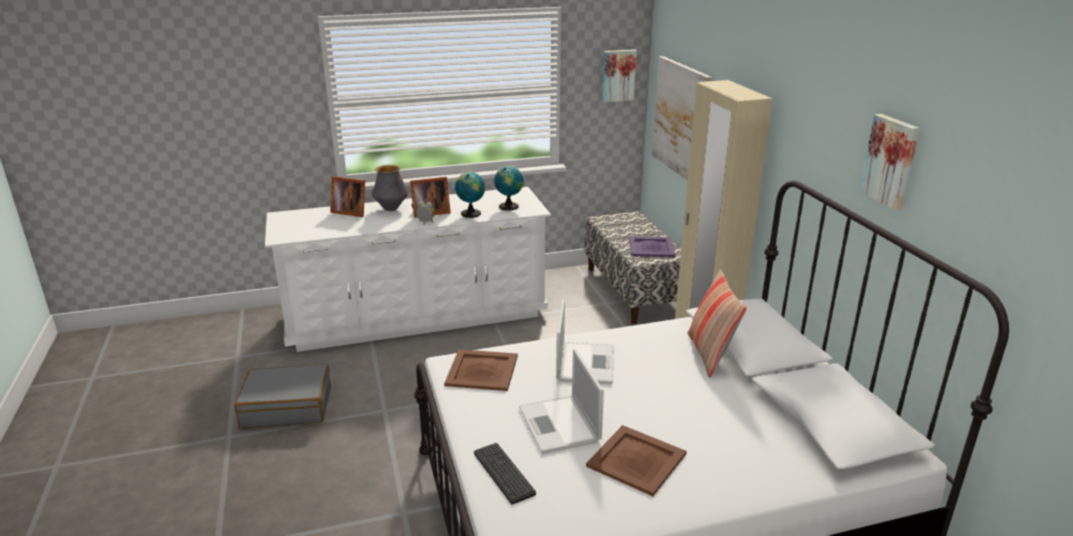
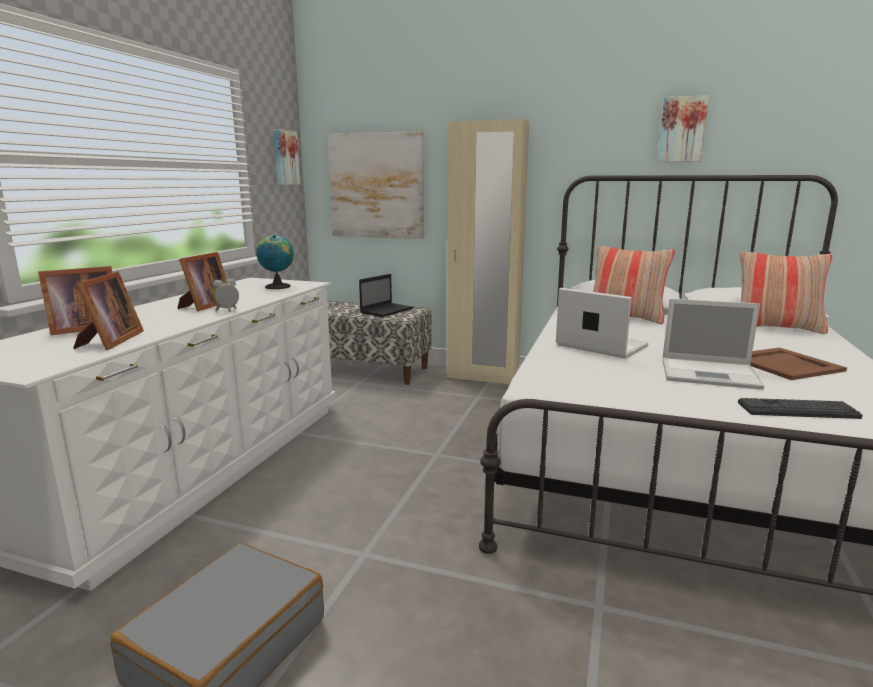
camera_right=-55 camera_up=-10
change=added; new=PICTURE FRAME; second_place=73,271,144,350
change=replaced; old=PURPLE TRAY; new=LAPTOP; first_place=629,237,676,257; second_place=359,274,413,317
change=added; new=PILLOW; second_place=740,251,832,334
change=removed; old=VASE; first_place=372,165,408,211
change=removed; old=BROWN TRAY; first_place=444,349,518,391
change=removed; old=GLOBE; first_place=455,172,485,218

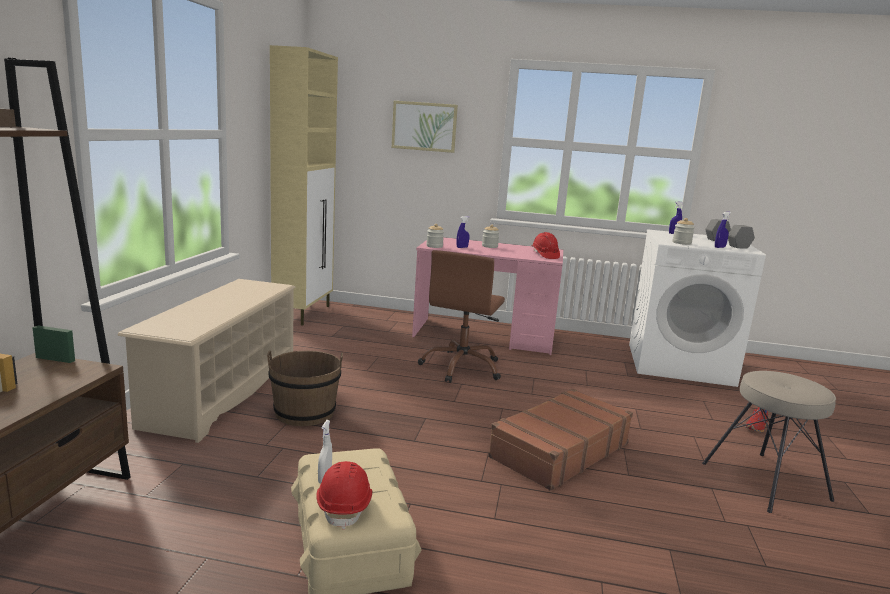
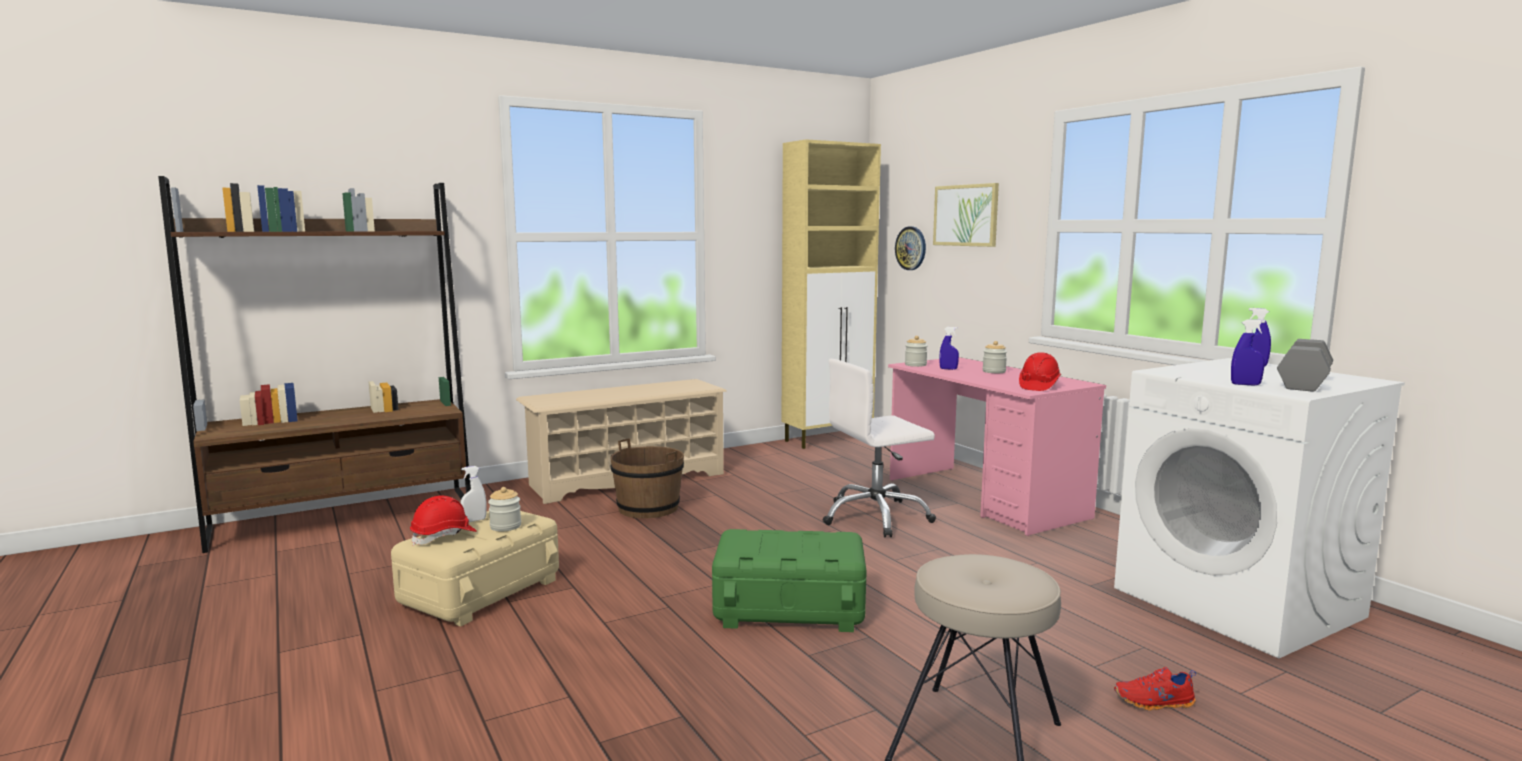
camera_right=50 camera_up=-5
change=moved; old=JAR; first_place=673,218,695,245; second_place=488,487,521,531
change=replaced; old=BROWN SUITCASE; new=GREEN STORAGE BOX; first_place=488,388,633,491; second_place=712,529,867,632
change=recoloured; old=BROWN OFFICE CHAIR; new=WHITE OFFICE CHAIR; first_place=418,250,505,383; second_place=823,359,936,537
change=added; new=WALL CLOCK; second_place=895,227,926,270

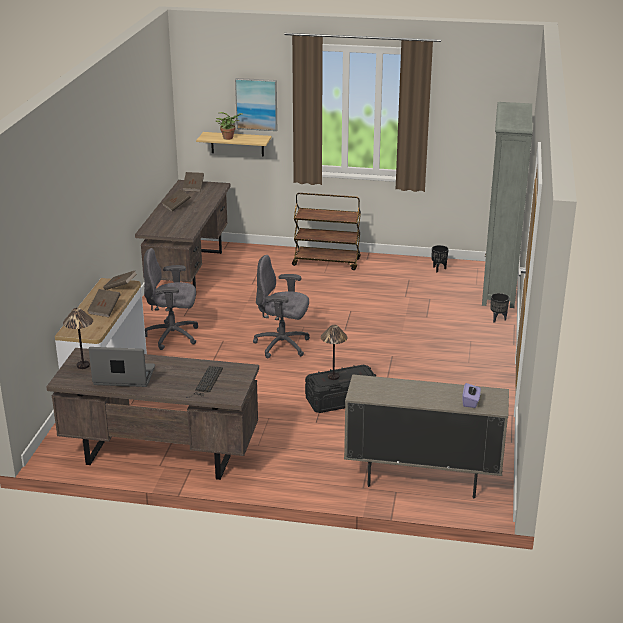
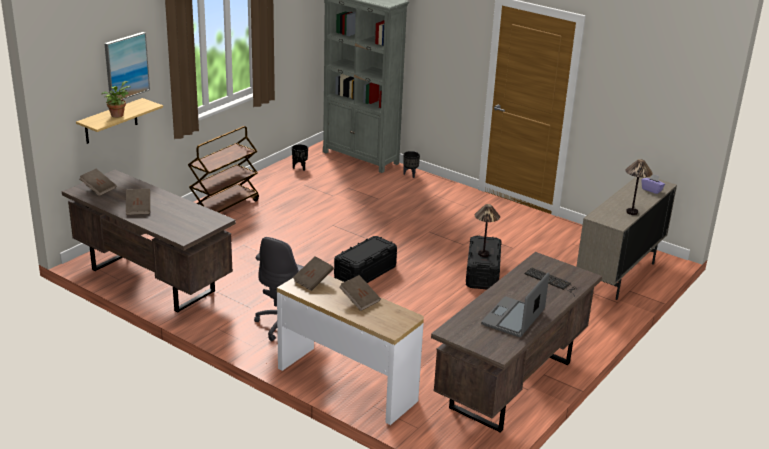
camera_right=-65 camera_up=0
change=replaced; old=GREY OFFICE CHAIR; new=BLACK STORAGE BOX; first_place=253,255,310,359; second_place=334,236,397,283
change=moved; old=TABLE LAMP; first_place=63,308,93,369; second_place=626,159,653,215

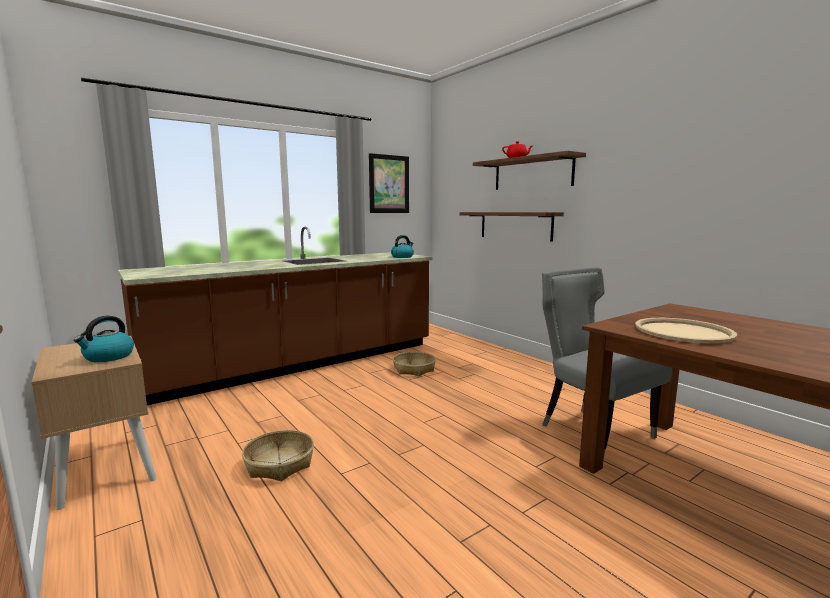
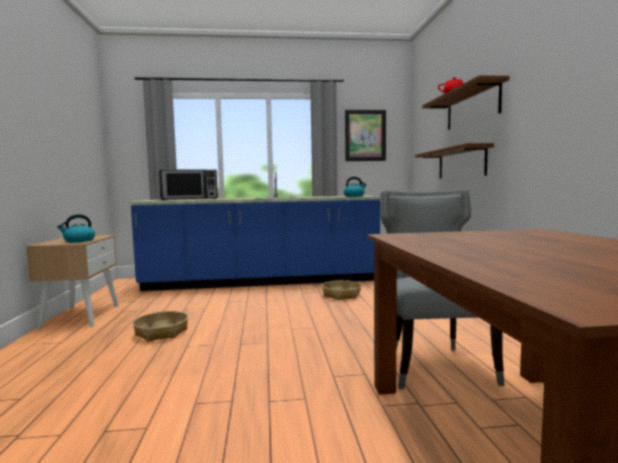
camera_right=30 camera_up=-5
change=recoloured; old=BROWN COUNTER; new=BLUE COUNTER; first_place=118,227,433,405; second_place=128,171,381,291
change=added; new=MICROWAVE; second_place=159,169,218,200
change=removed; old=BEIGE TRAY; first_place=635,318,737,343

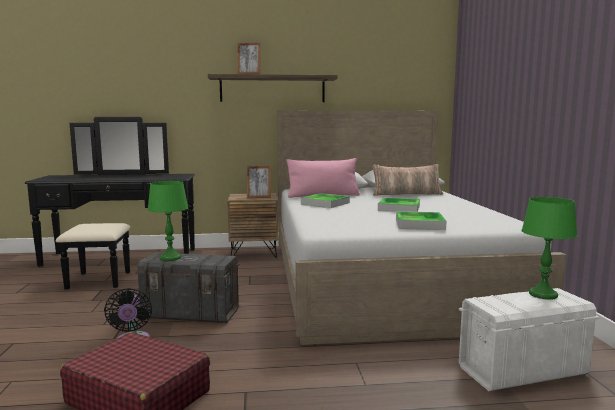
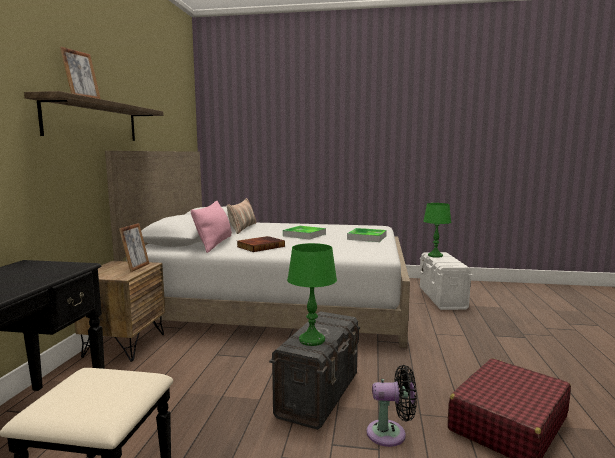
camera_right=-75 camera_up=0
change=replaced; old=TRAY; new=BOOK; first_place=301,193,350,208; second_place=237,236,285,252

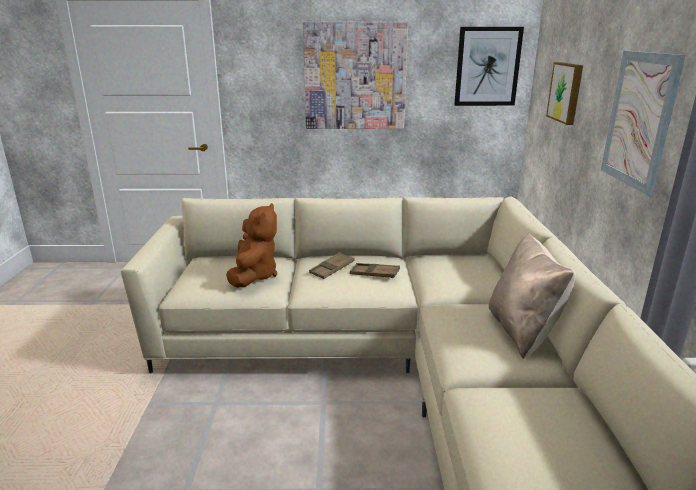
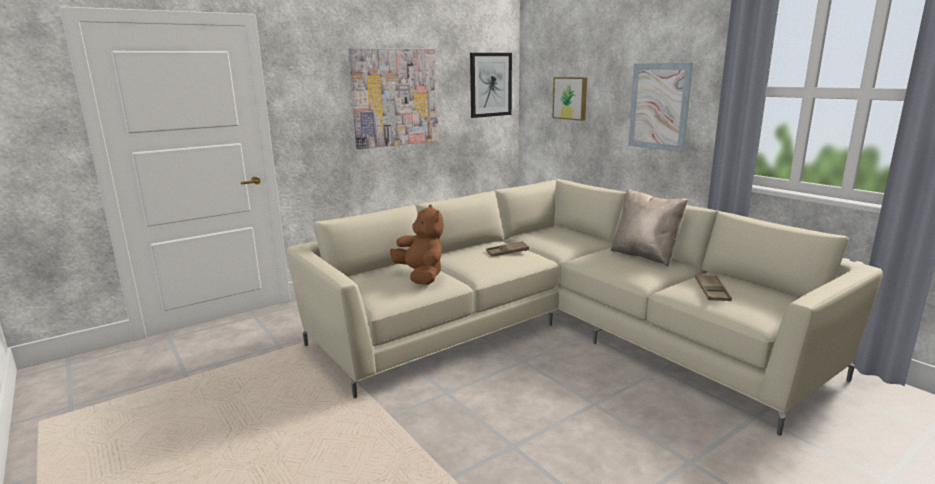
camera_right=-35 camera_up=-5
change=moved; old=BROWN TRAY; first_place=309,252,355,279; second_place=695,274,732,301

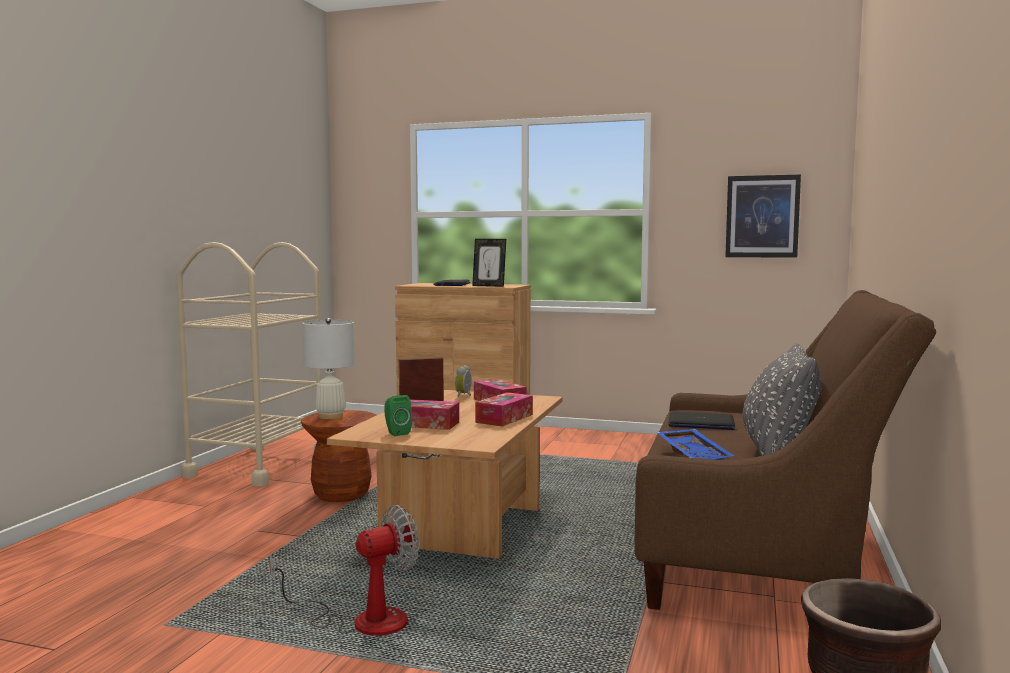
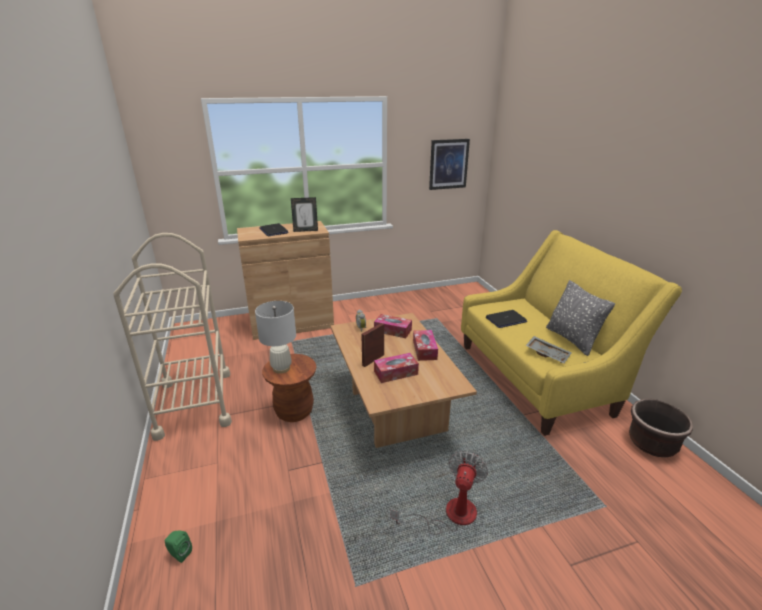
camera_right=-35 camera_up=20
change=moved; old=GREEN SPEAKER; first_place=384,395,412,436; second_place=165,530,192,563
change=recoloured; old=BROWN SOFA; new=YELLOW SOFA; first_place=634,290,936,610; second_place=461,230,682,436
change=recoloured; old=BLUE TRAY; new=GREY TRAY; first_place=657,429,735,460; second_place=525,336,572,363

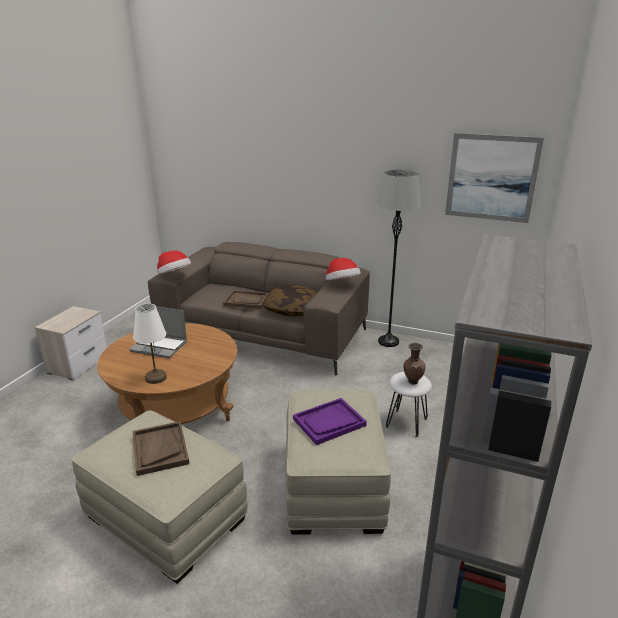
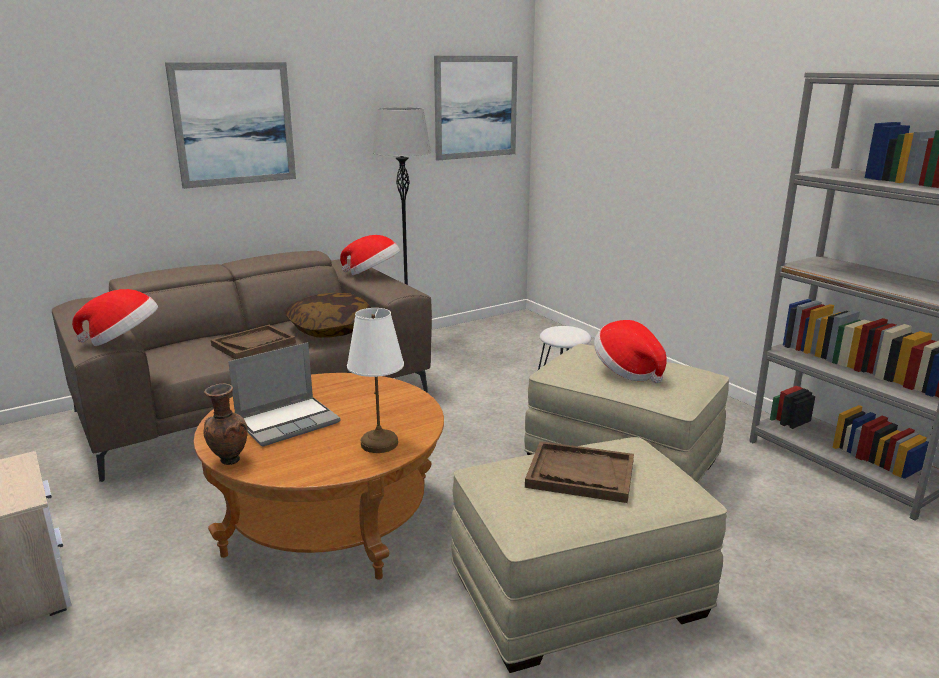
camera_right=-55 camera_up=-5
change=added; new=PICTURE; second_place=165,62,296,189
change=moved; old=BROWN VASE; first_place=403,343,425,385; second_place=203,384,248,465
change=replaced; old=PURPLE TRAY; new=HAT; first_place=293,398,367,445; second_place=594,320,667,383

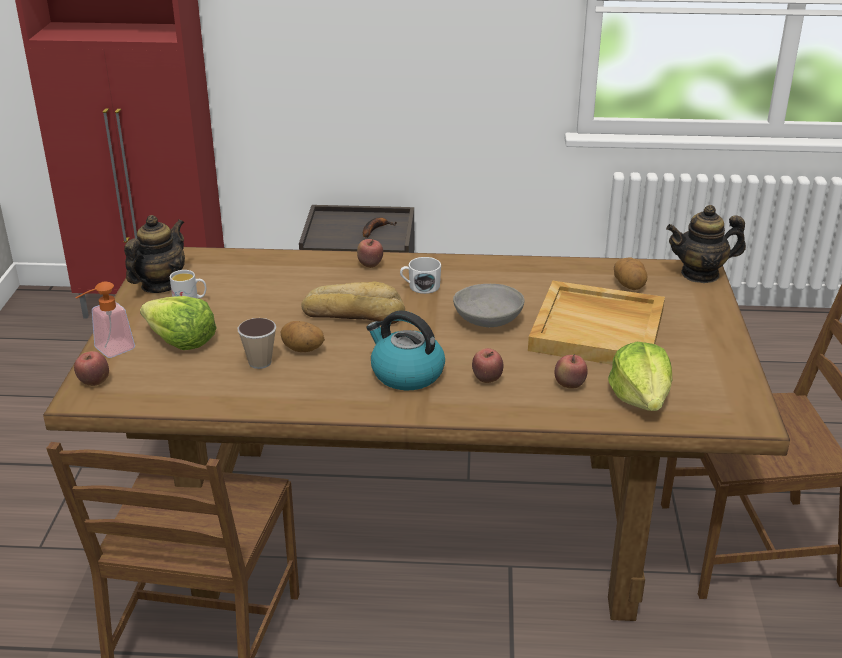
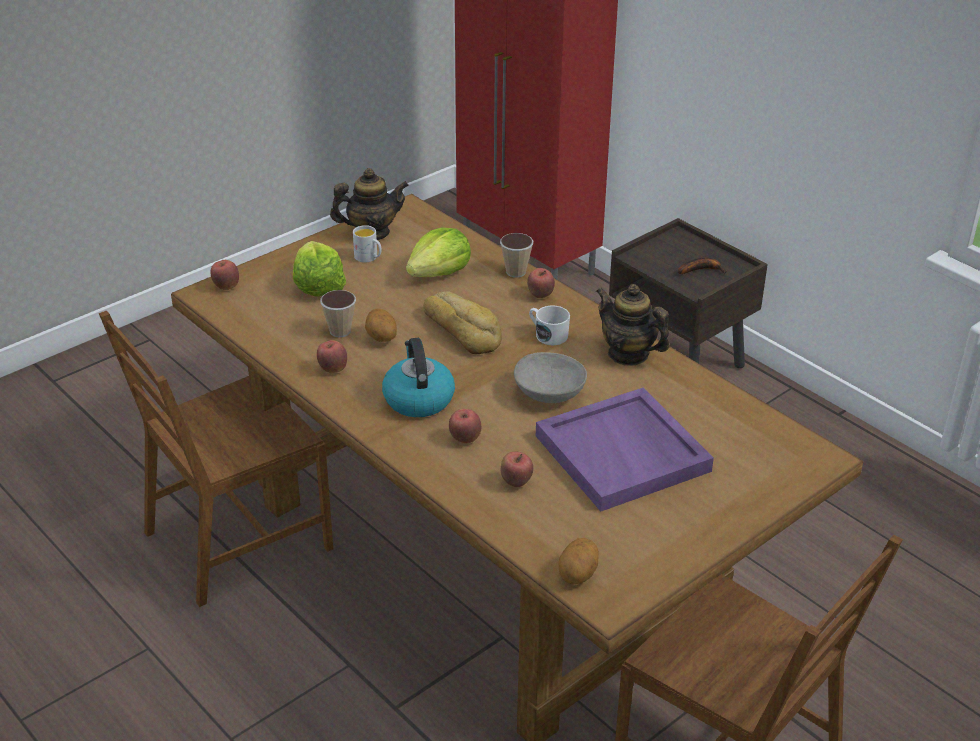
camera_right=45 camera_up=5
change=added; new=APPLE; second_place=317,340,347,373
change=moved; old=LETTUCE; first_place=608,342,672,411; second_place=406,227,471,277
change=added; new=CUP; second_place=500,233,533,278
change=recoloured; old=BEIGE TRAY; new=PURPLE TRAY; first_place=528,281,665,365; second_place=536,388,714,511
change=moved; old=POTATO; first_place=614,257,647,290; second_place=559,538,599,584
change=moved; old=TEAPOT; first_place=666,205,746,283; second_place=596,284,670,366
change=removed; old=SOAP DISPENSER; first_place=75,282,135,358

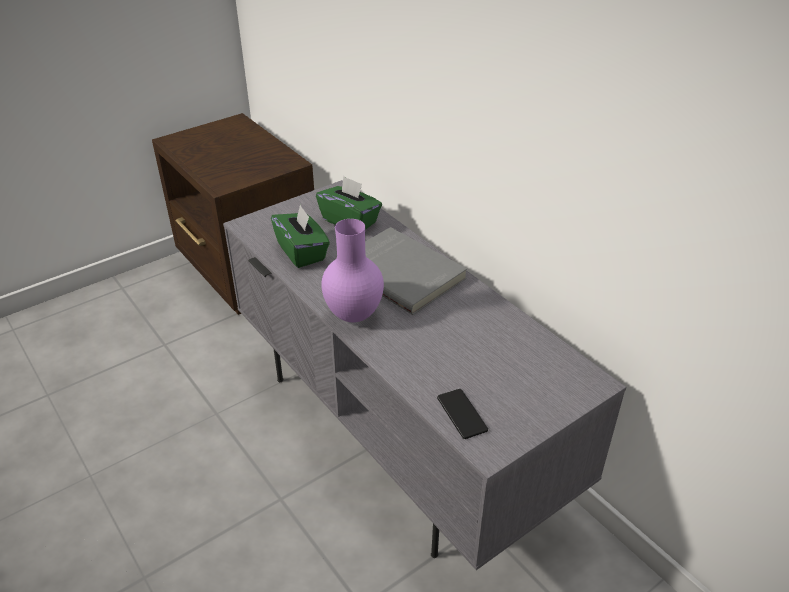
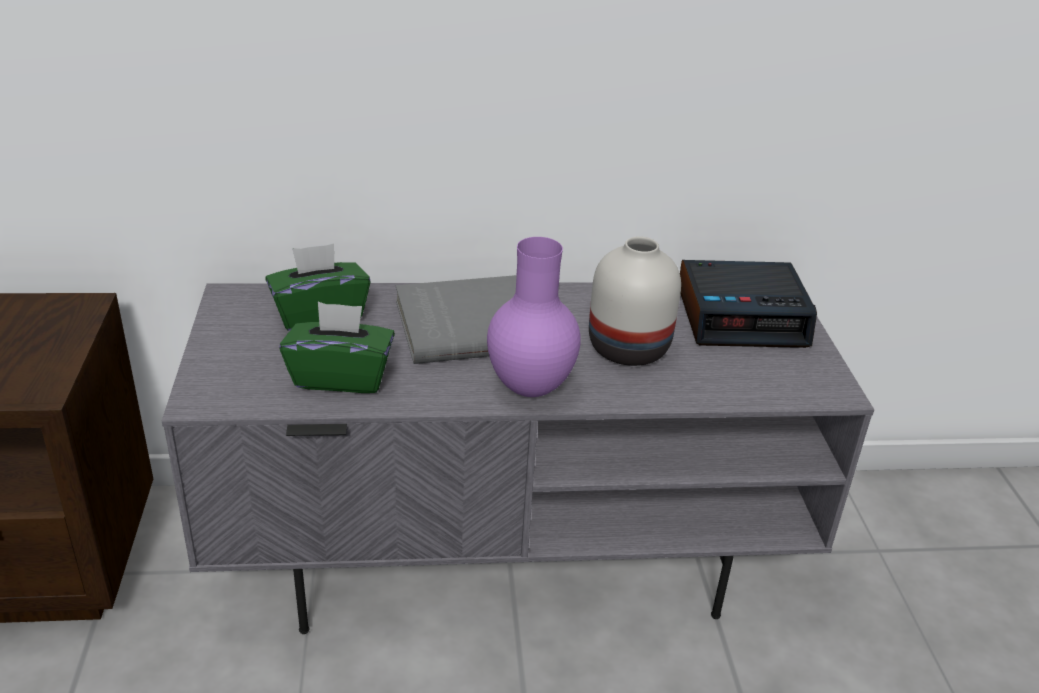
camera_right=-60 camera_up=-5
change=added; new=WHITE VASE; second_place=589,236,681,366
change=added; new=ALARM CLOCK; second_place=680,260,817,348
change=removed; old=PHONE; first_place=437,389,488,439

